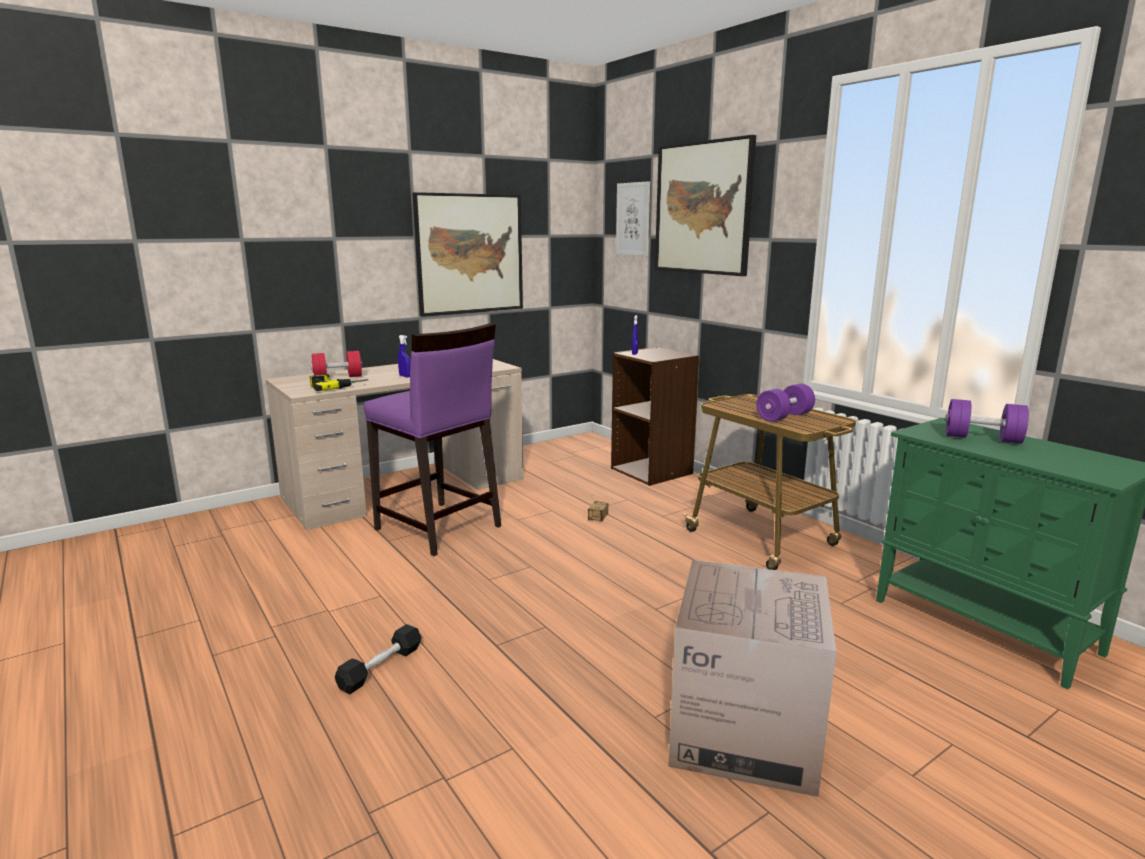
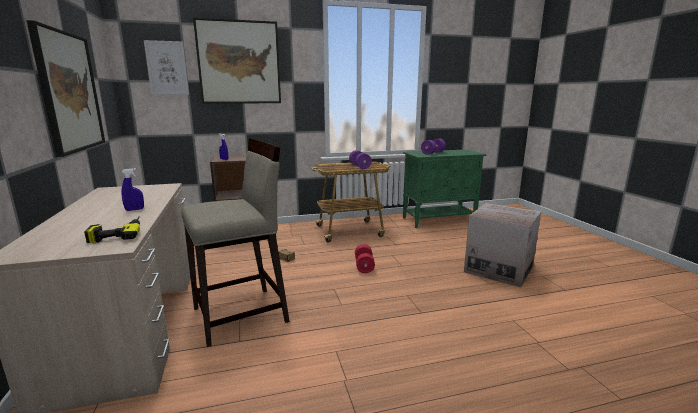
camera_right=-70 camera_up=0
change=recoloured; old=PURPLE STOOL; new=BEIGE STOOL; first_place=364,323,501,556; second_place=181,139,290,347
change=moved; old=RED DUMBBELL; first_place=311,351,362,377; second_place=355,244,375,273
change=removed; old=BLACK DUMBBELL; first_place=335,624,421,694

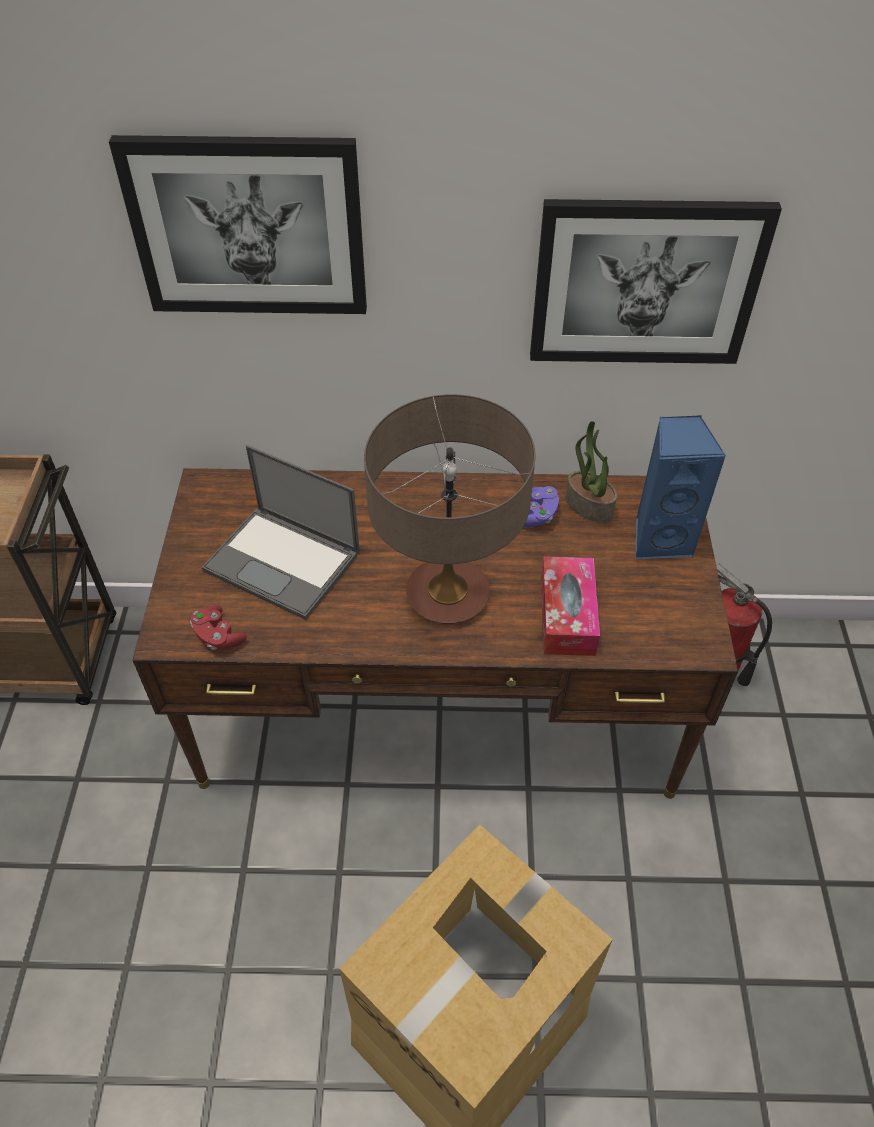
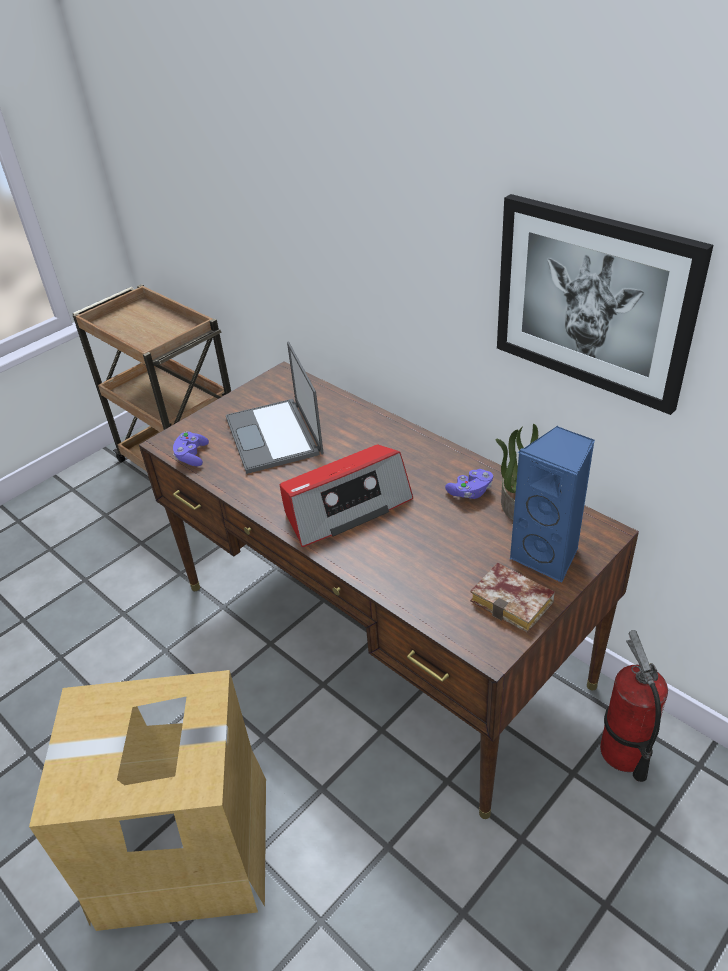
camera_right=45 camera_up=-10
change=recoloured; old=RED GAME CONTROLLER; new=PURPLE GAME CONTROLLER; first_place=190,606,247,650; second_place=173,431,209,466
change=replaced; old=TABLE LAMP; new=RADIO; first_place=364,394,535,624; second_place=279,445,413,547
change=added; new=BOOK; second_place=470,563,555,633
change=removed; old=PICTURE; first_place=109,135,367,314
change=removed; old=TISSUE BOX; first_place=541,556,600,656

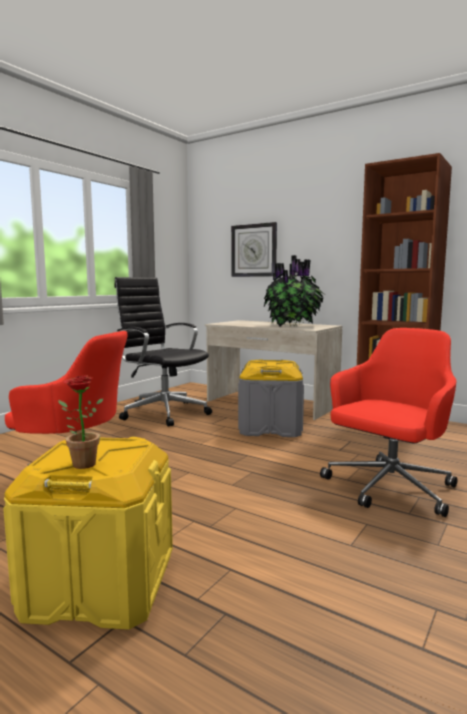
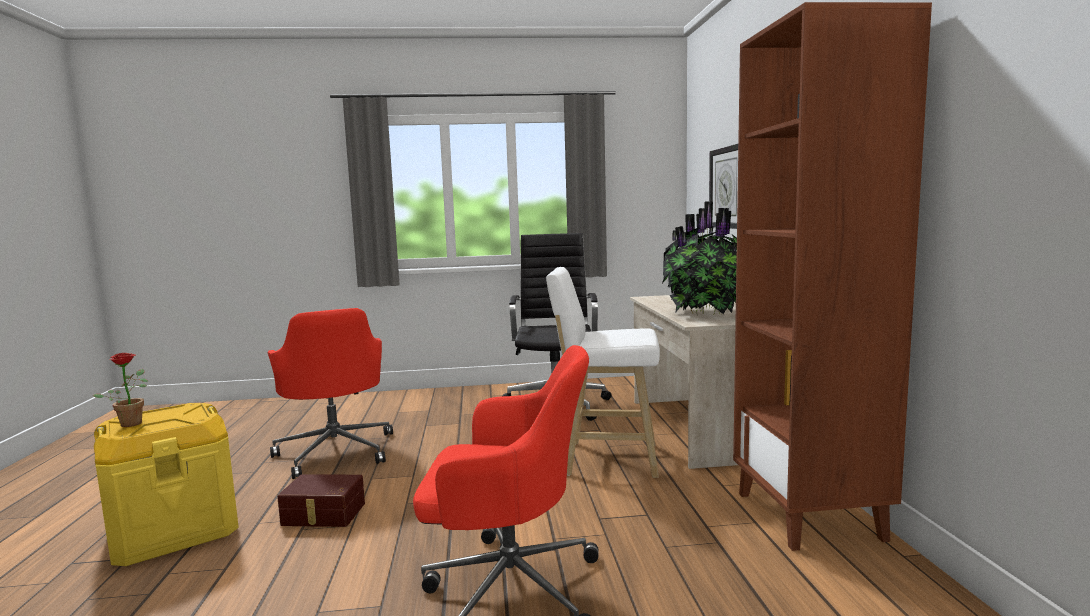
camera_right=50 camera_up=0
change=added; new=BROWN STORAGE BOX; second_place=277,474,365,527
change=replaced; old=GREY STORAGE BOX; new=WHITE STOOL; first_place=238,360,304,437; second_place=546,267,660,478

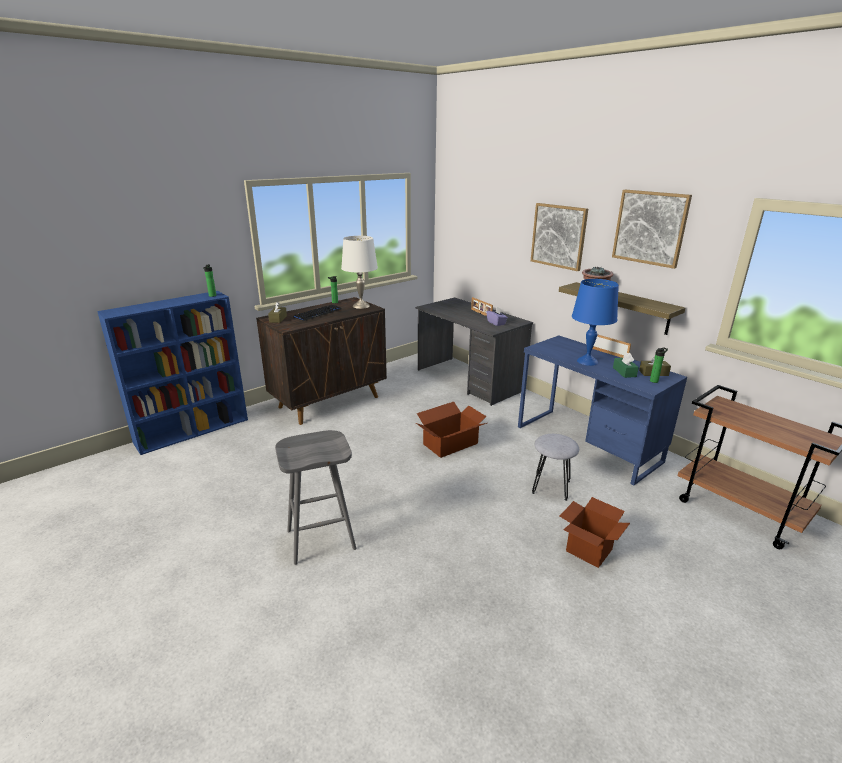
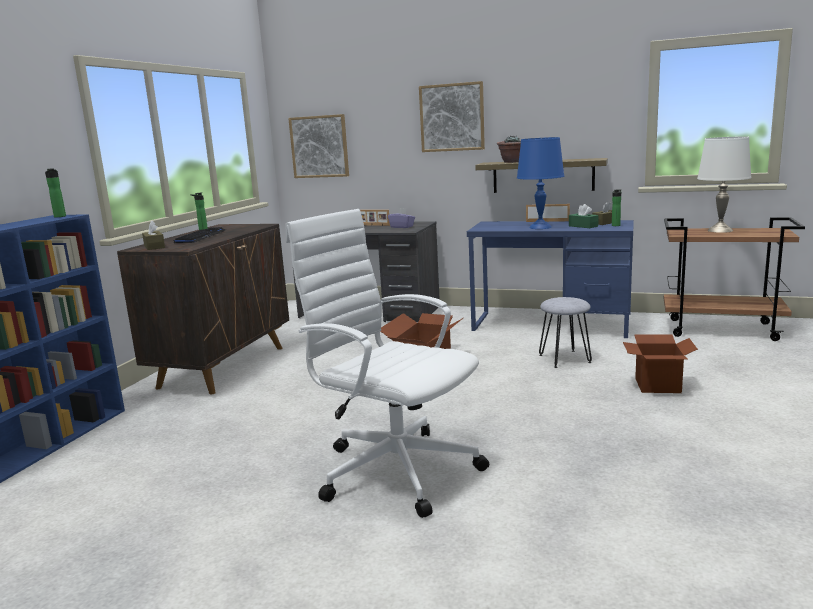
camera_right=-30 camera_up=-10
change=replaced; old=GREY STOOL; new=WHITE OFFICE CHAIR; first_place=275,430,356,565; second_place=285,209,489,518
change=moved; old=PICTURE; first_place=612,190,692,269; second_place=288,114,349,178
change=moved; old=WHITE TABLE LAMP; first_place=341,236,378,309; second_place=697,136,751,233

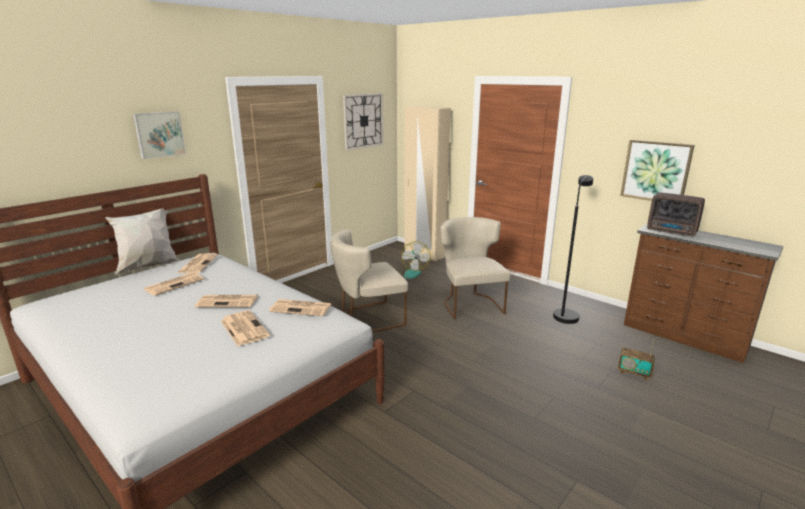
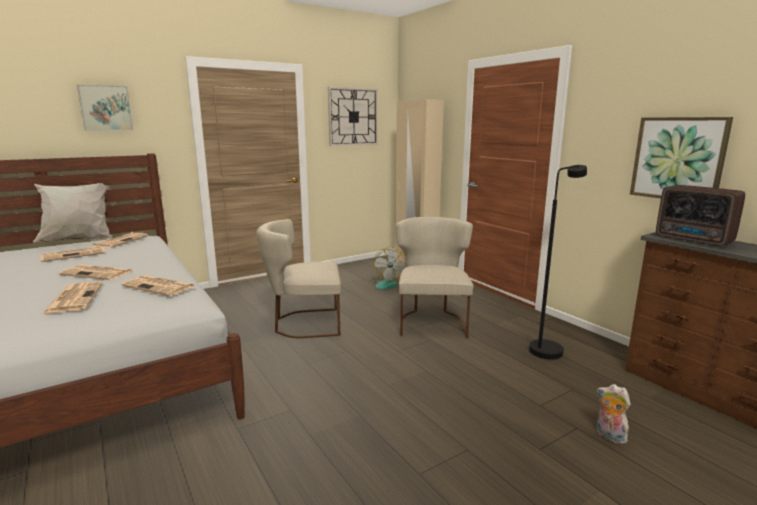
camera_right=15 camera_up=-5
change=replaced; old=RADIO; new=PLUSH TOY; first_place=618,340,655,380; second_place=597,384,631,444

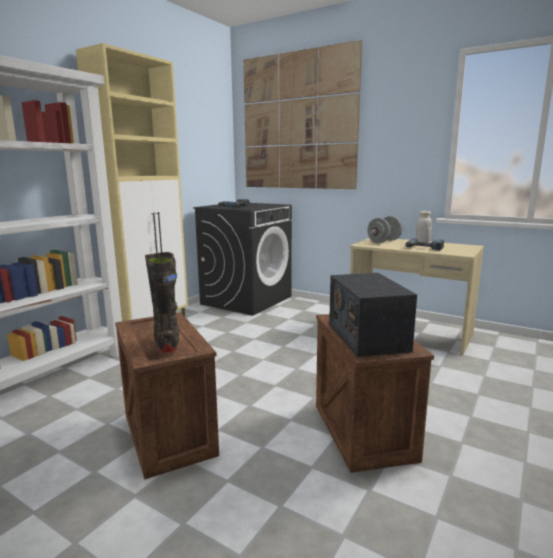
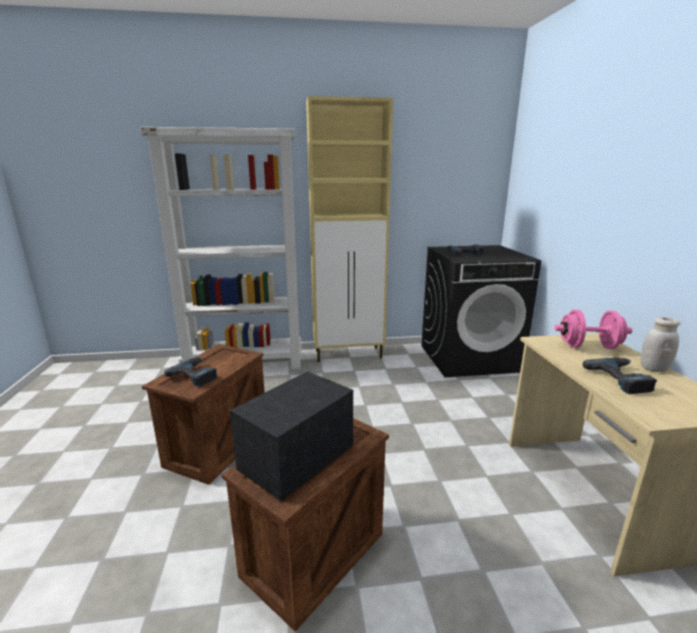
camera_right=50 camera_up=5
change=replaced; old=BLACK BOOT; new=POWER DRILL; first_place=145,252,179,353; second_place=164,357,218,387
change=recoloured; old=GREY DUMBBELL; new=PINK DUMBBELL; first_place=367,216,402,243; second_place=554,309,632,349
change=removed; old=PICTURE; first_place=243,40,362,189

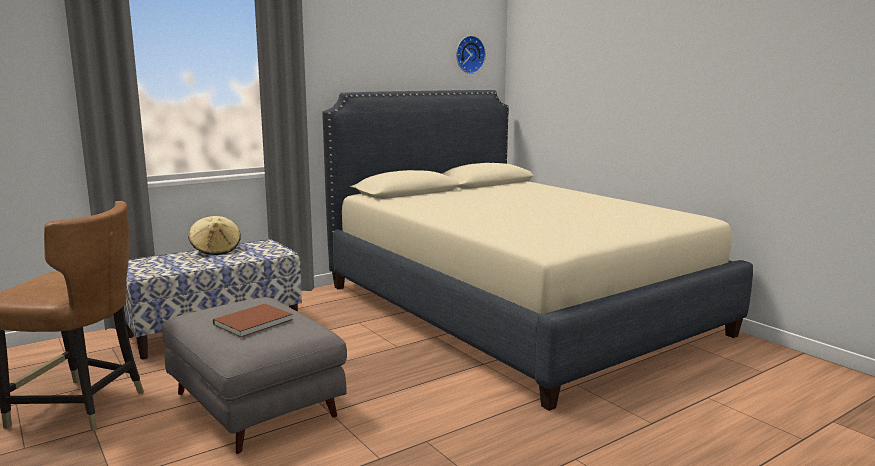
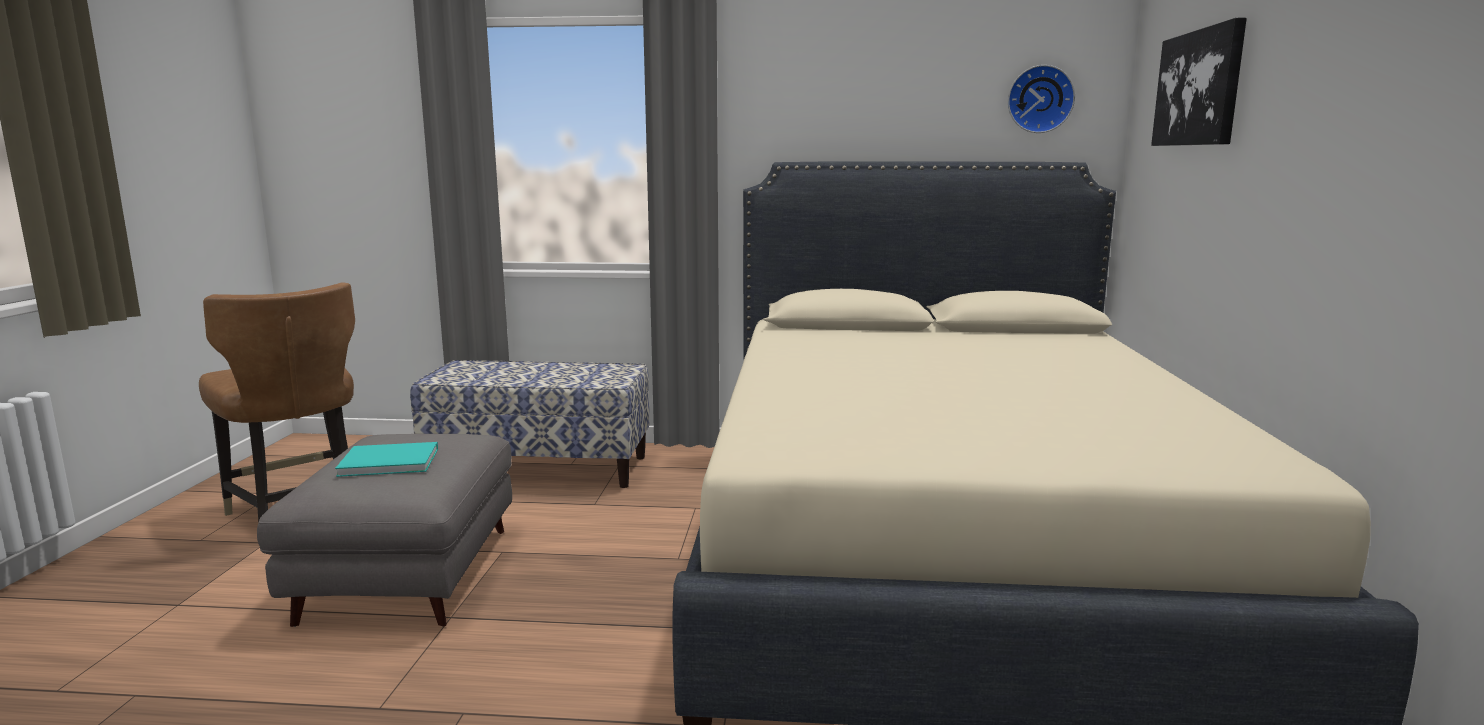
camera_right=40 camera_up=0
change=recoloured; old=BROWN BOOK; new=TURQUOISE BOOK; first_place=213,304,293,337; second_place=335,442,438,477
change=added; new=PICTURE; second_place=1151,17,1247,146
change=removed; old=BEIGE HAT; first_place=188,216,241,255

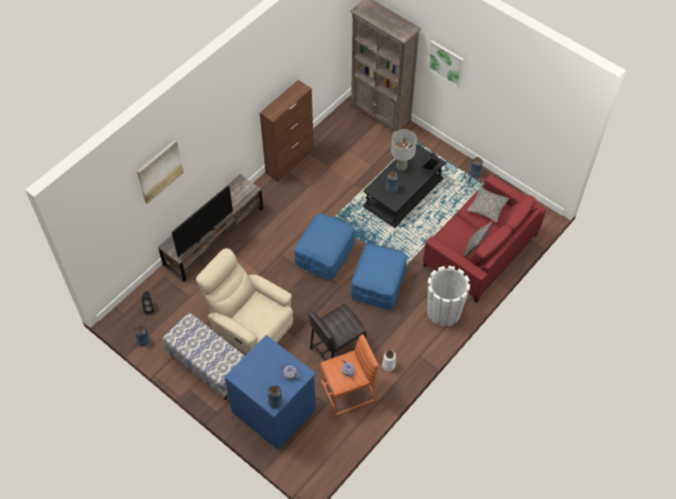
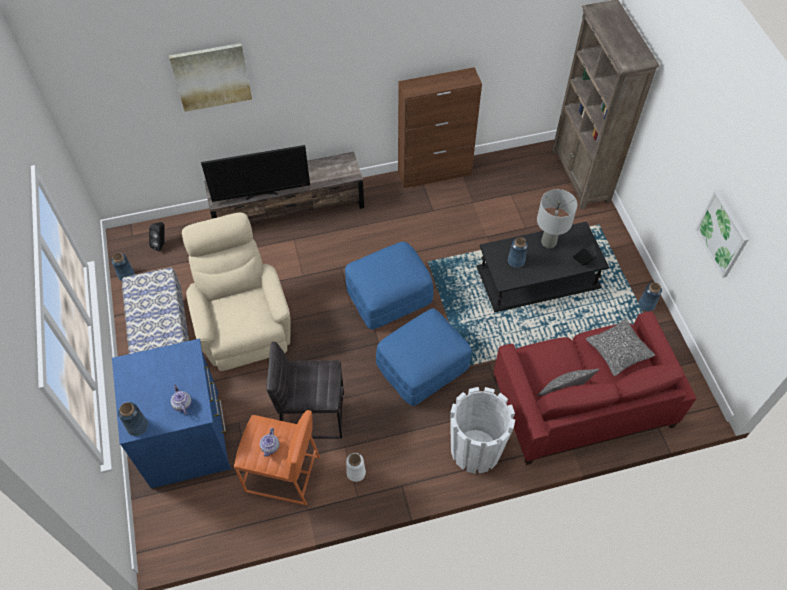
camera_right=35 camera_up=0
change=moved; old=PICTURE; first_place=428,40,464,88; second_place=695,191,749,278

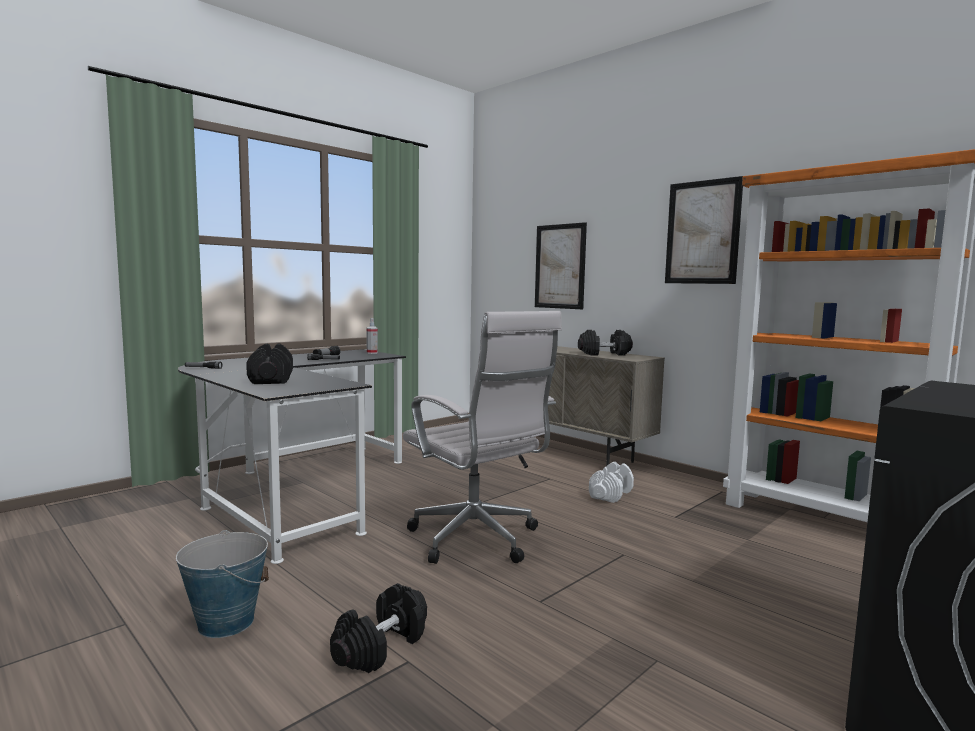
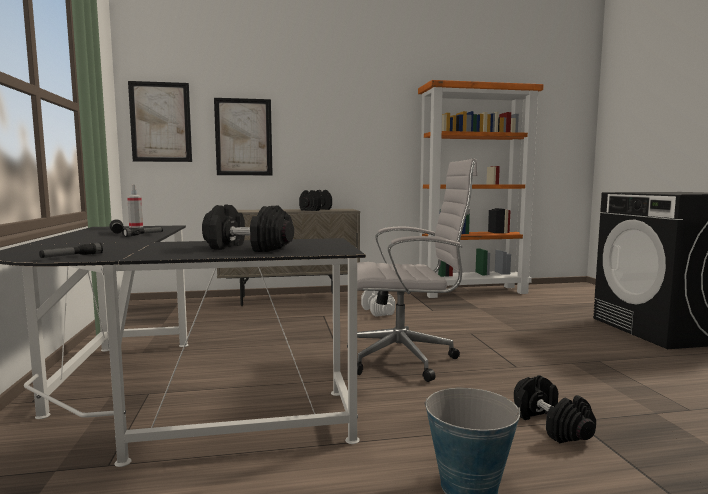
camera_right=-55 camera_up=0
change=moved; old=PICTURE; first_place=665,176,743,284; second_place=128,81,192,162

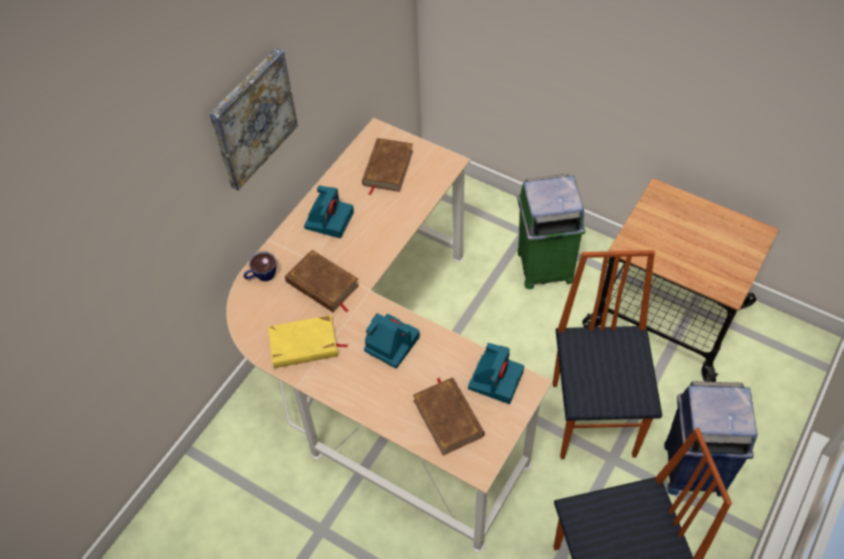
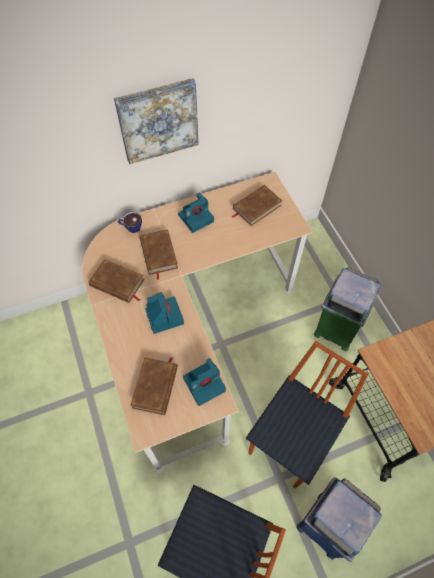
camera_right=35 camera_up=5
change=recoloured; old=YELLOW BOOK; new=BROWN BOOK; first_place=268,315,348,368; second_place=88,259,144,303

